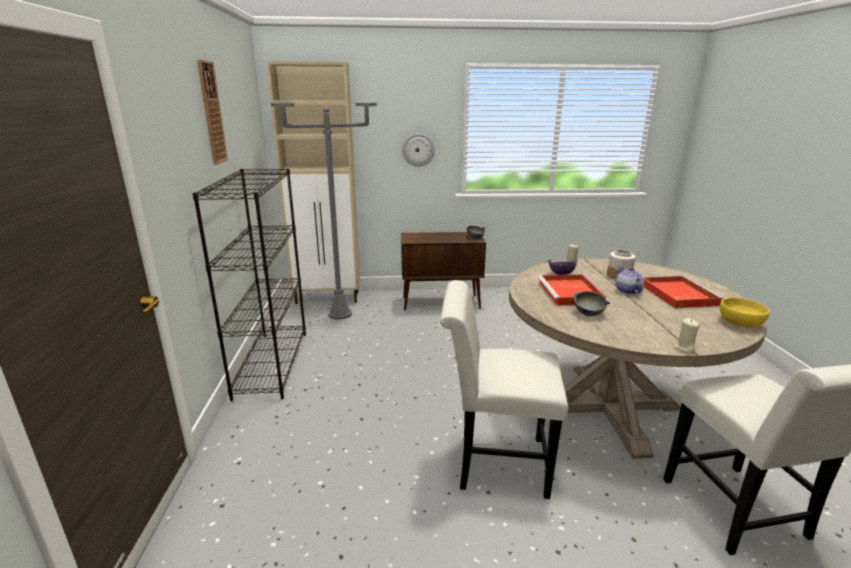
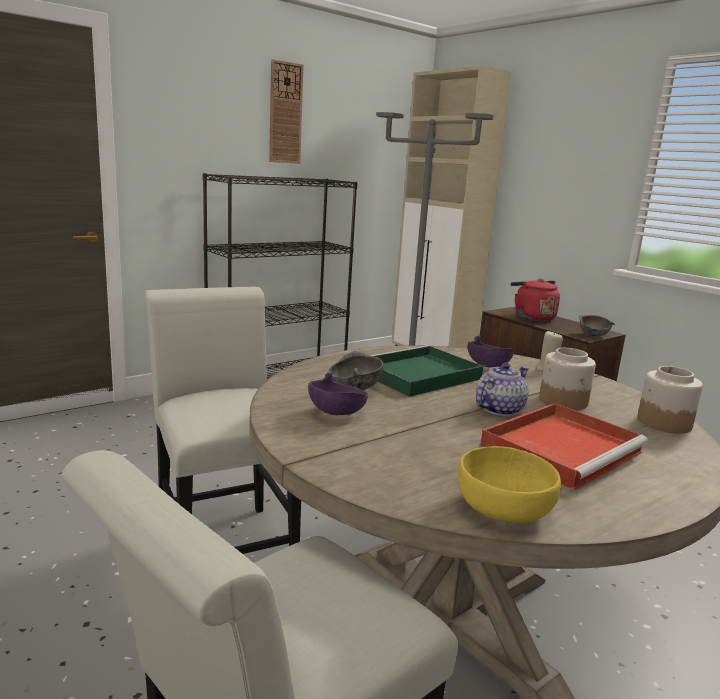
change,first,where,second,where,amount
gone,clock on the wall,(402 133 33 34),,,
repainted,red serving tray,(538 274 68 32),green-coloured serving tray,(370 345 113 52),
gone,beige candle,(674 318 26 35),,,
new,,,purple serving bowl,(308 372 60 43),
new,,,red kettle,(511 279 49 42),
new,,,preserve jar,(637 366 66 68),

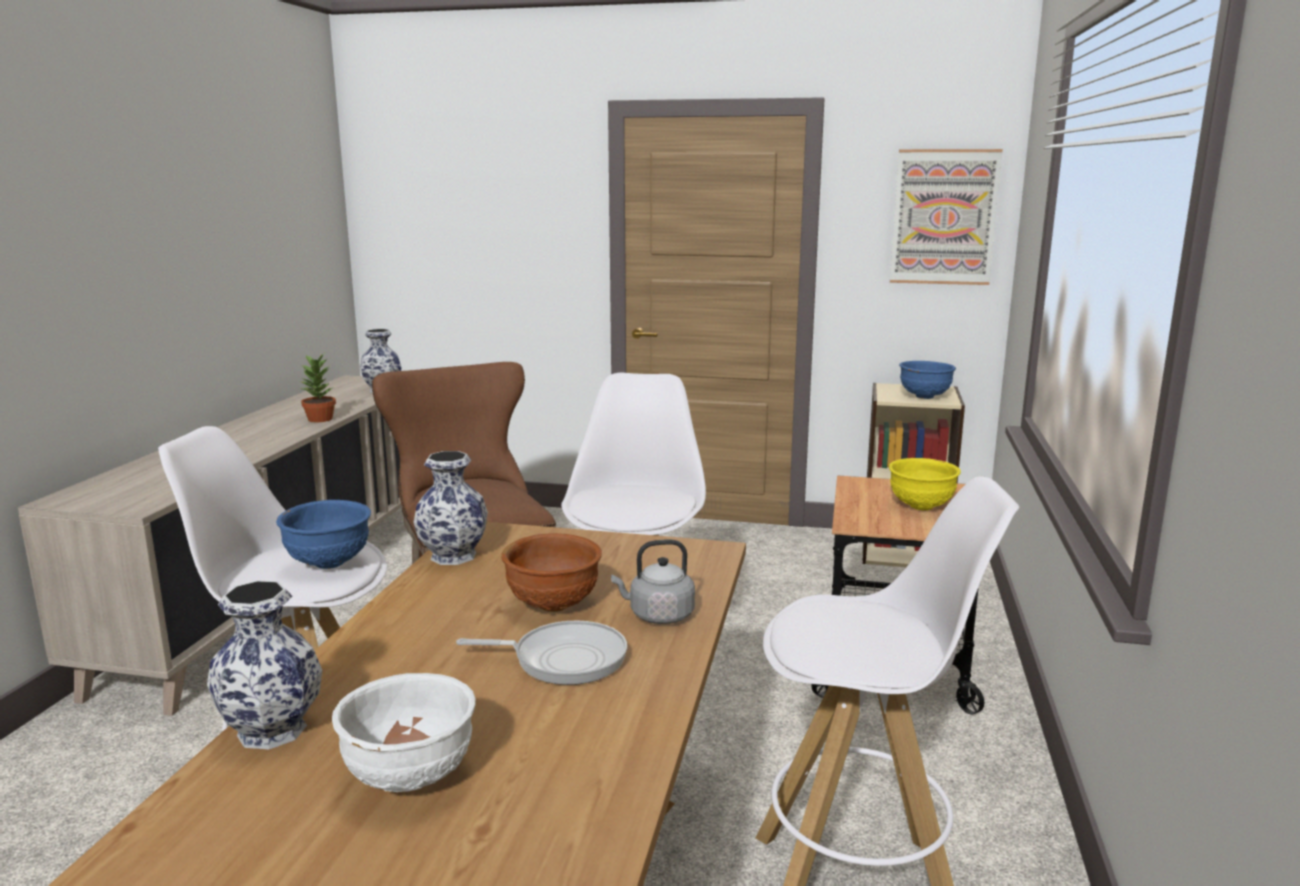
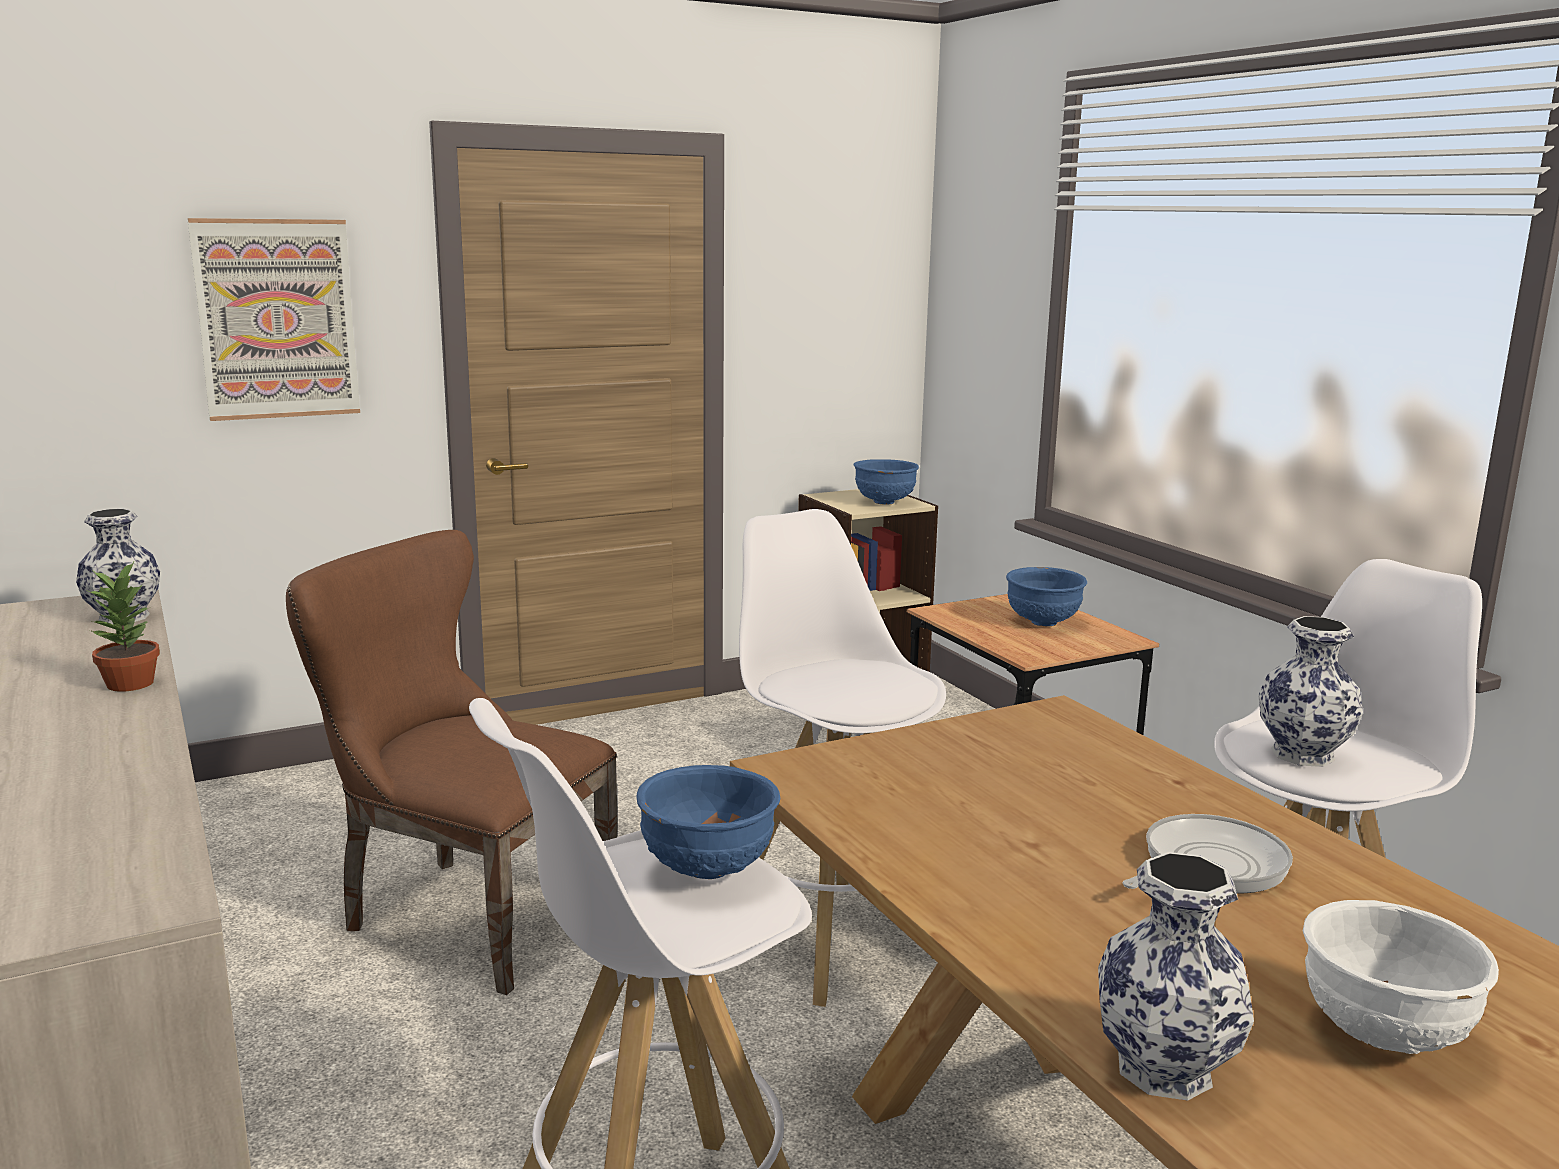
change,first,where,second,where,amount
shifted,decorative vase,(413 451 75 114),,(1258 616 105 151),
gone,brown-coloured serving bowl,(501 533 101 79),,,
gone,greyish kettle,(611 539 84 85),,,
repainted,yellow-coloured serving bowl,(889 458 72 53),bluish serving bowl,(1006 567 81 59),
shifted,wall art,(890 149 113 136),,(188 218 172 203),

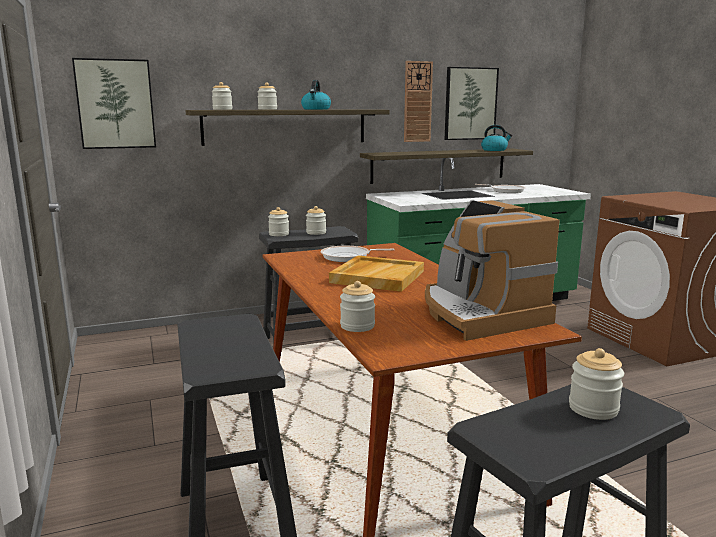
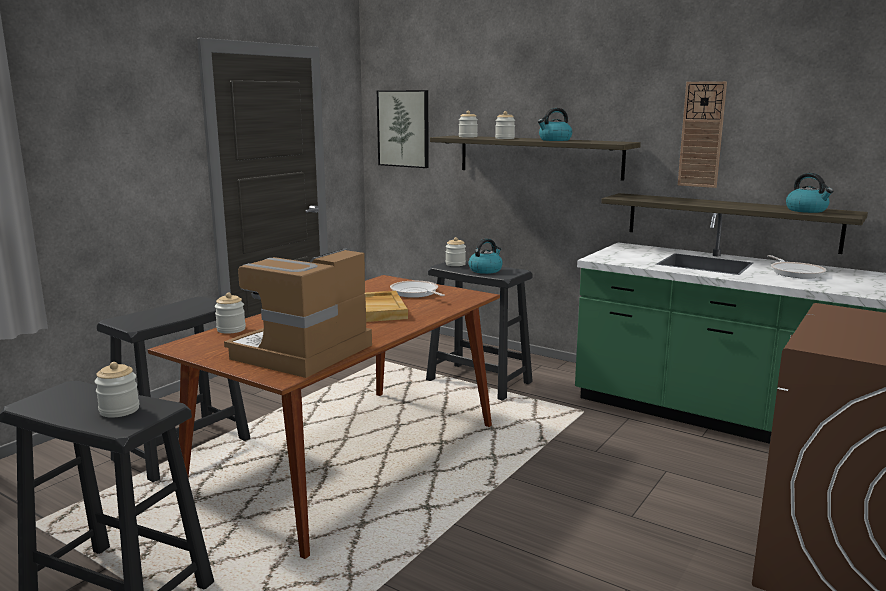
change,first,where,second,where,amount
swapped,preserve jar,(306 206 20 29),kettle,(469 238 34 36),
gone,wall art,(445 67 54 73),,,

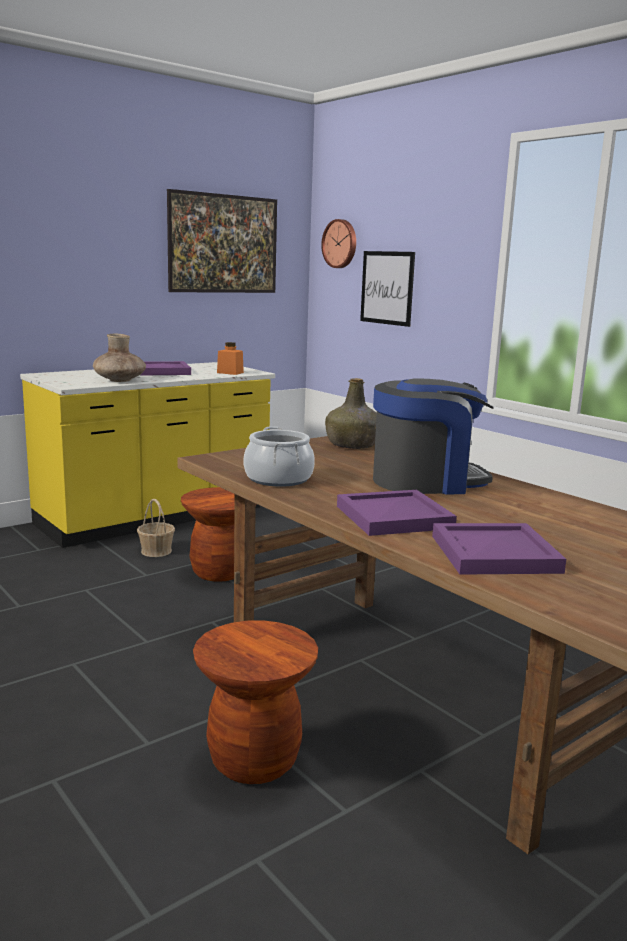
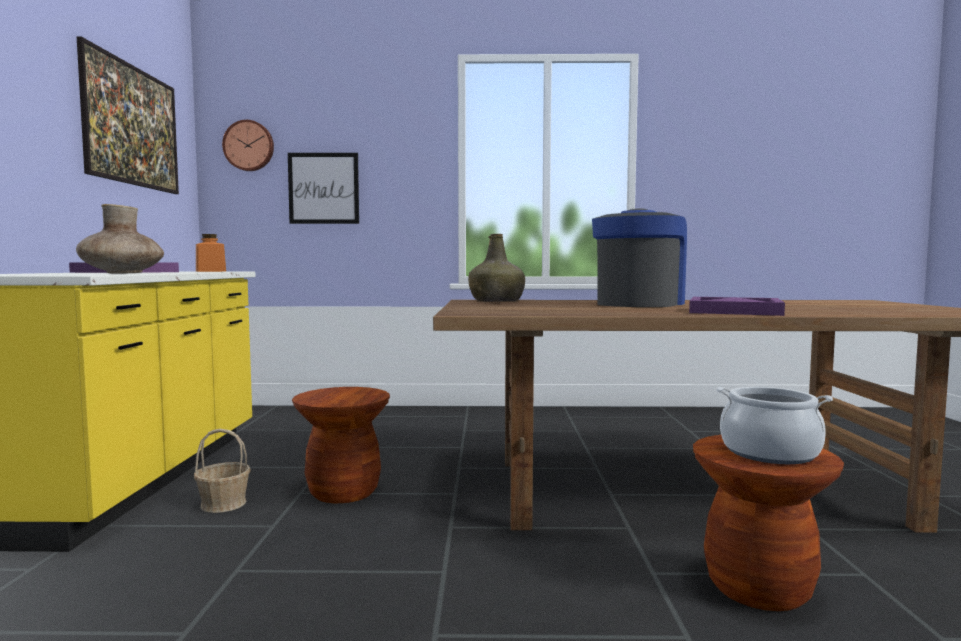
change,first,where,second,where,amount
shifted,saucepot,(243 426 72 61),,(717 387 116 77),
gone,purple serving tray,(432 523 134 52),,,

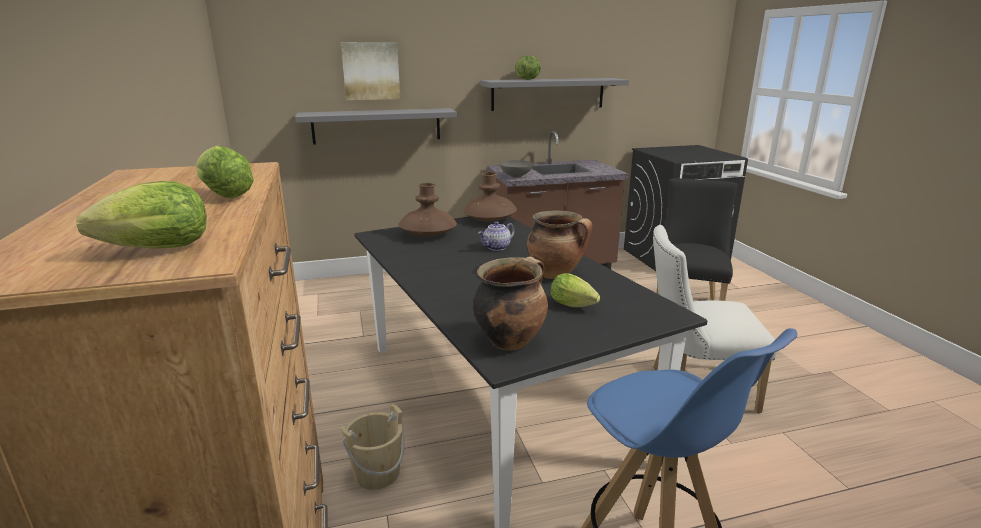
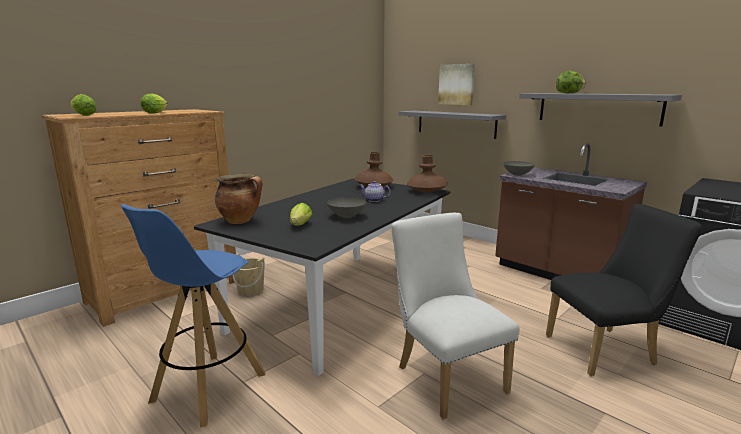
change,first,where,second,where,amount
swapped,saucepot,(527 211 66 68),greyish serving bowl,(327 197 40 21),

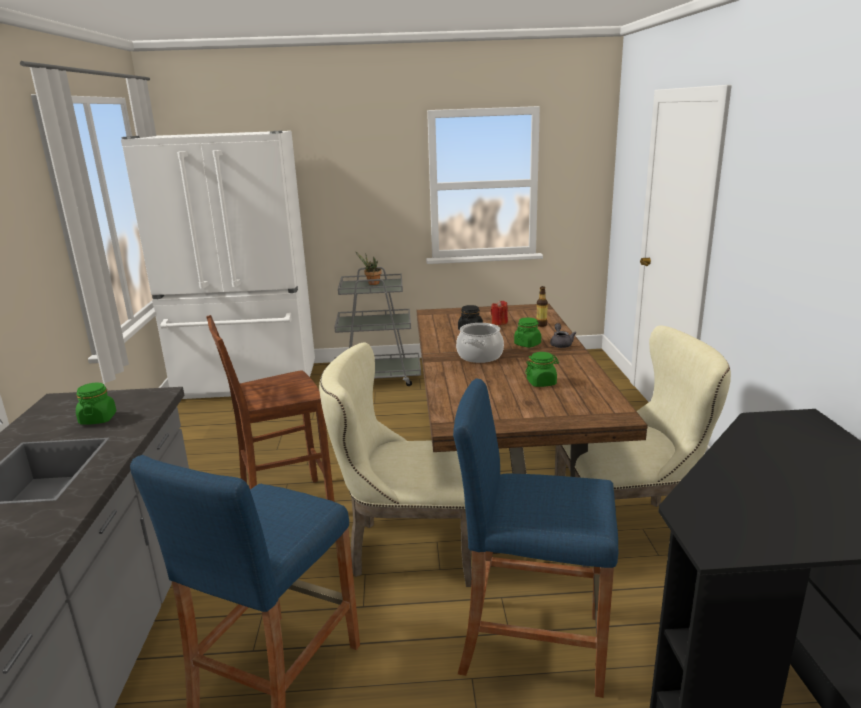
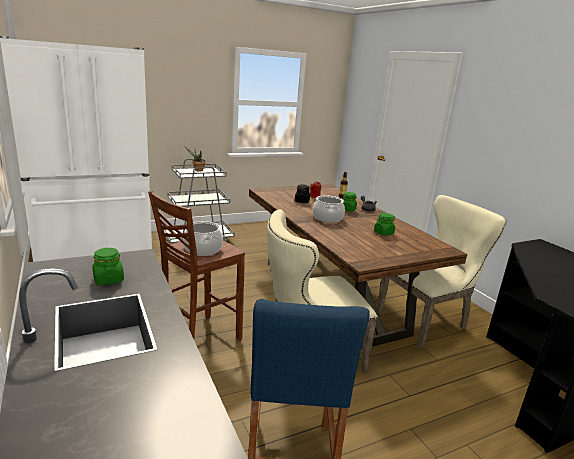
change,first,where,second,where,amount
gone,bluish stool seat,(453 378 166 320),,,
new,,,saucepot,(183 221 40 35),

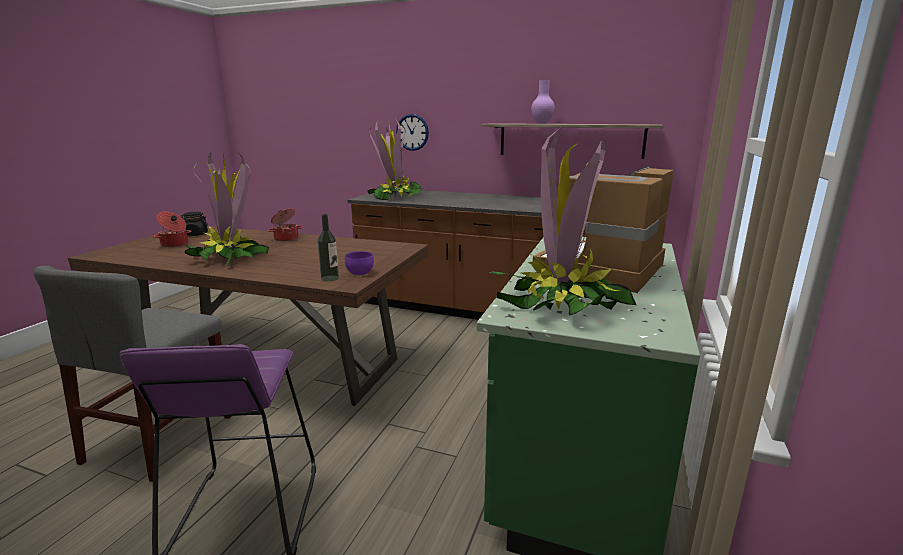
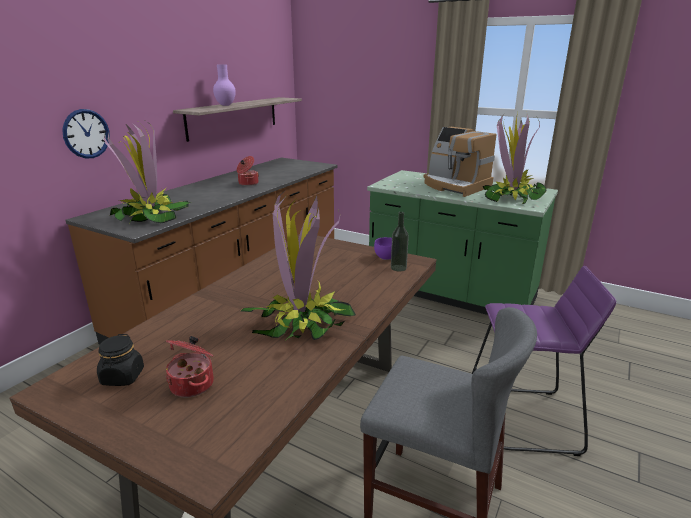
change,first,where,second,where,amount
shifted,saucepot,(268 208 34 34),,(237 156 22 30),

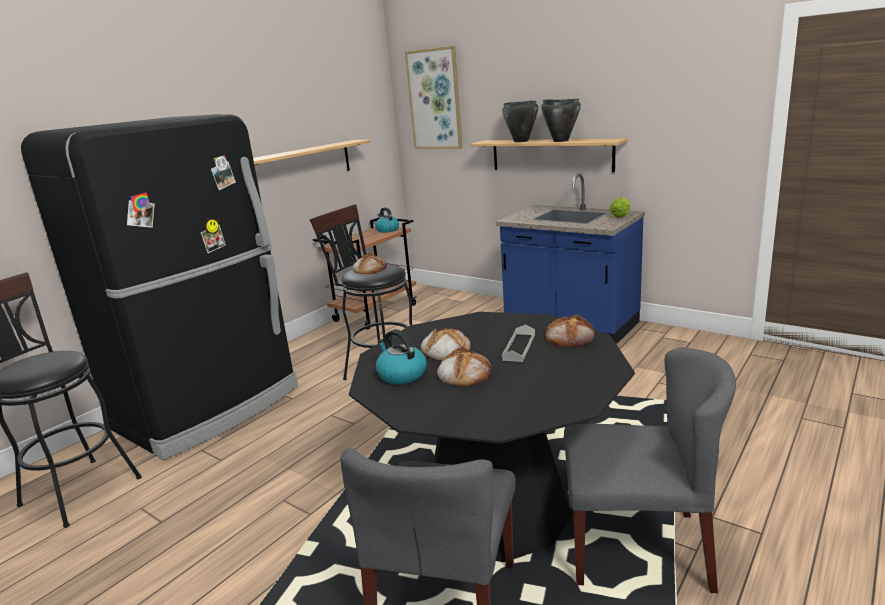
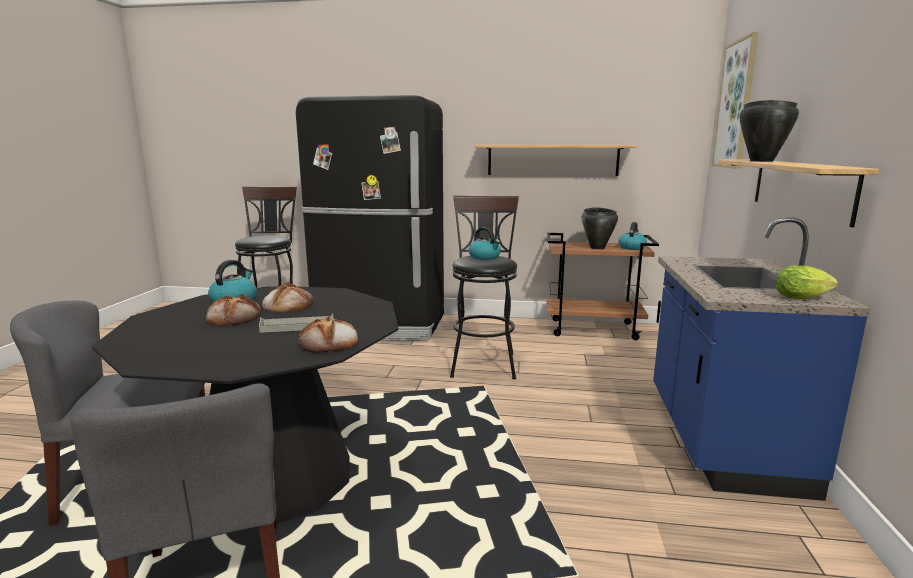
change,first,where,second,where,amount
swapped,bread,(353 253 34 21),kettle,(469 227 32 33),
shifted,black saucepot,(541 99 40 43),,(582 207 36 42),

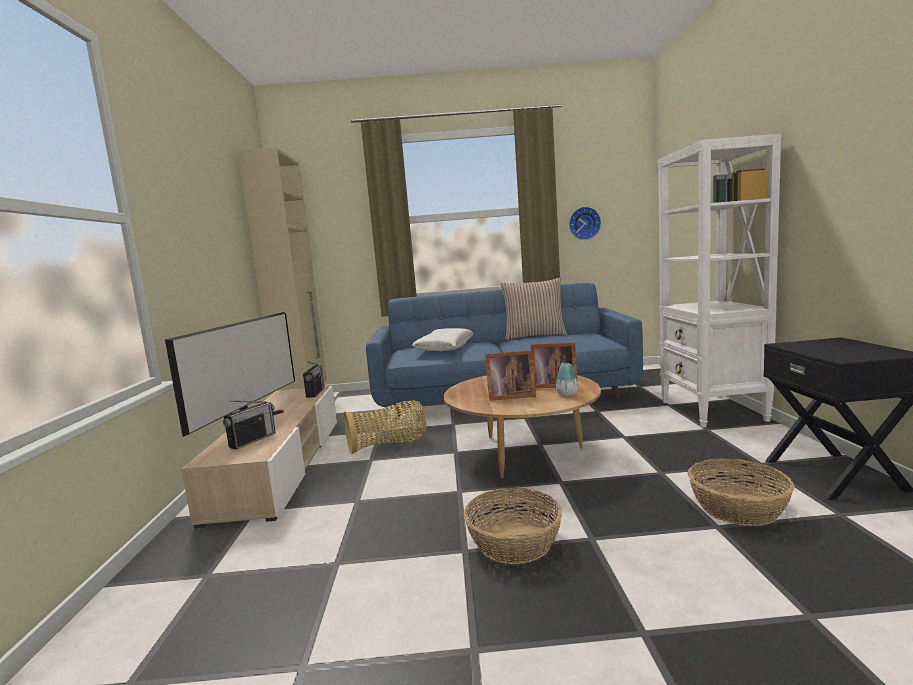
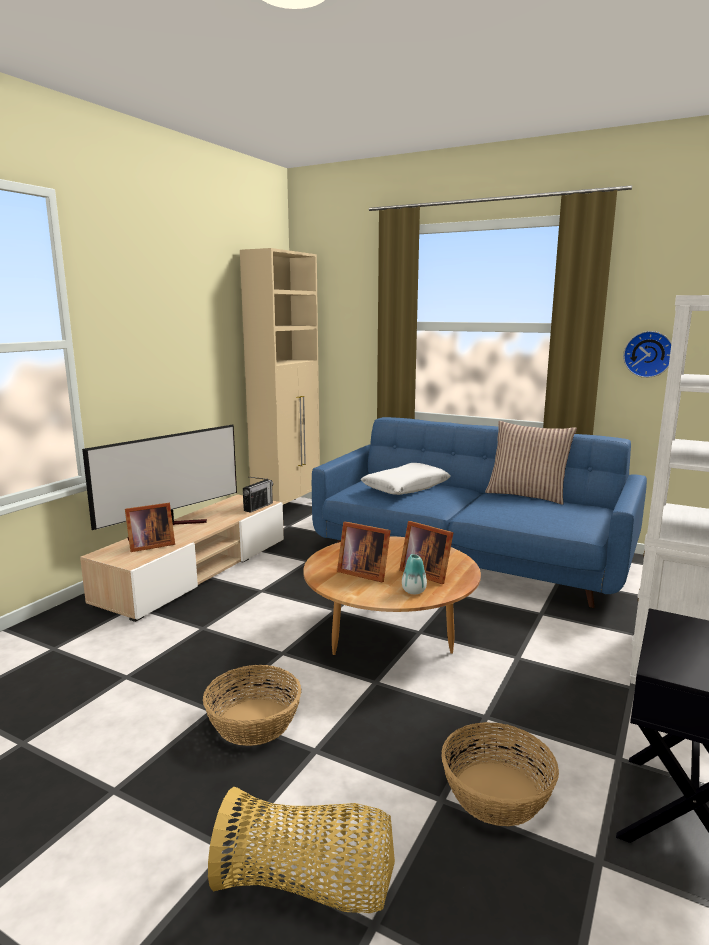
change,first,where,second,where,amount
swapped,radio,(223 401 53 49),standing frame,(125 503 50 49),
shifted,household basket,(344 400 83 55),,(208 787 187 126),

